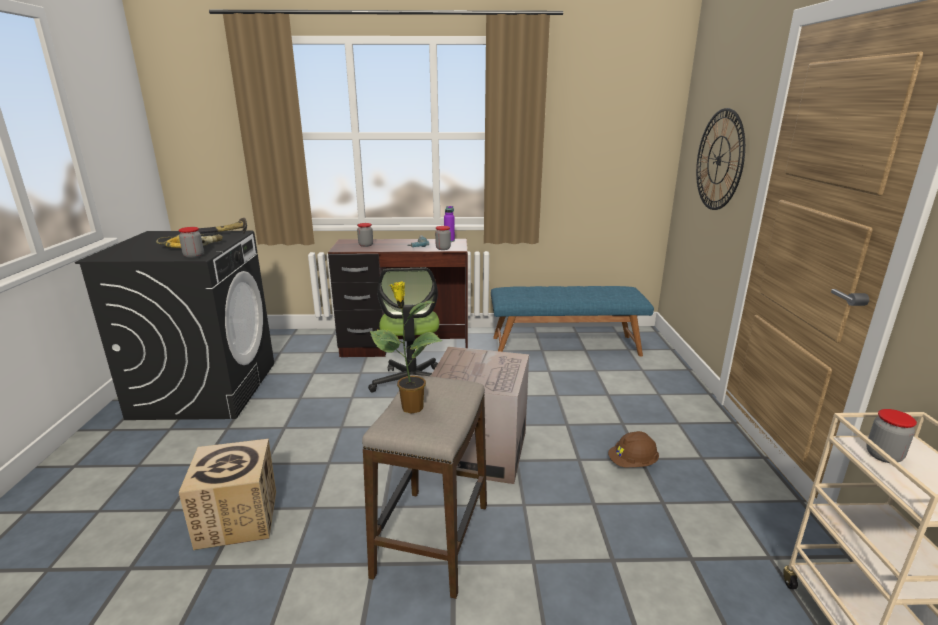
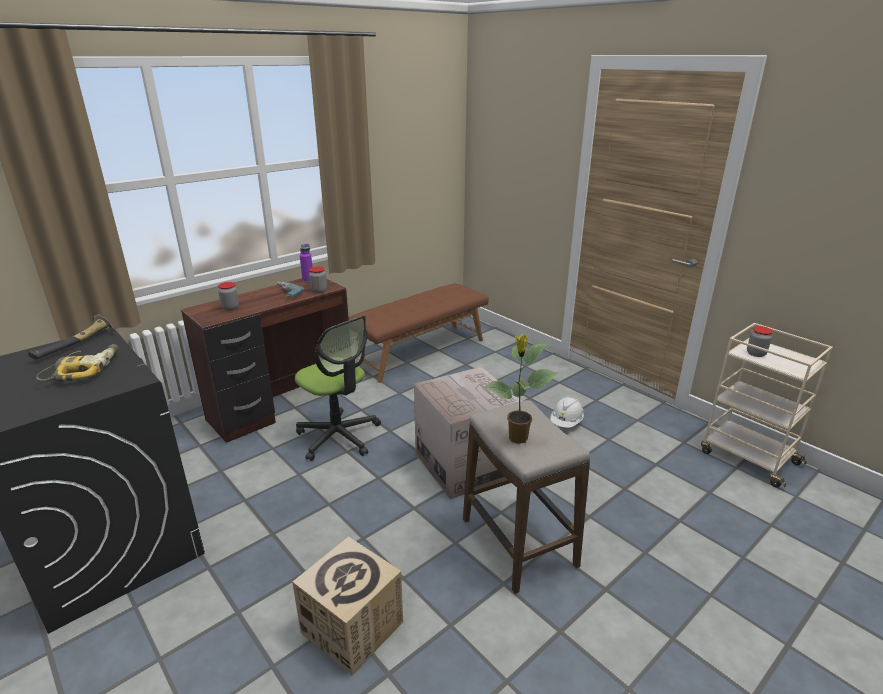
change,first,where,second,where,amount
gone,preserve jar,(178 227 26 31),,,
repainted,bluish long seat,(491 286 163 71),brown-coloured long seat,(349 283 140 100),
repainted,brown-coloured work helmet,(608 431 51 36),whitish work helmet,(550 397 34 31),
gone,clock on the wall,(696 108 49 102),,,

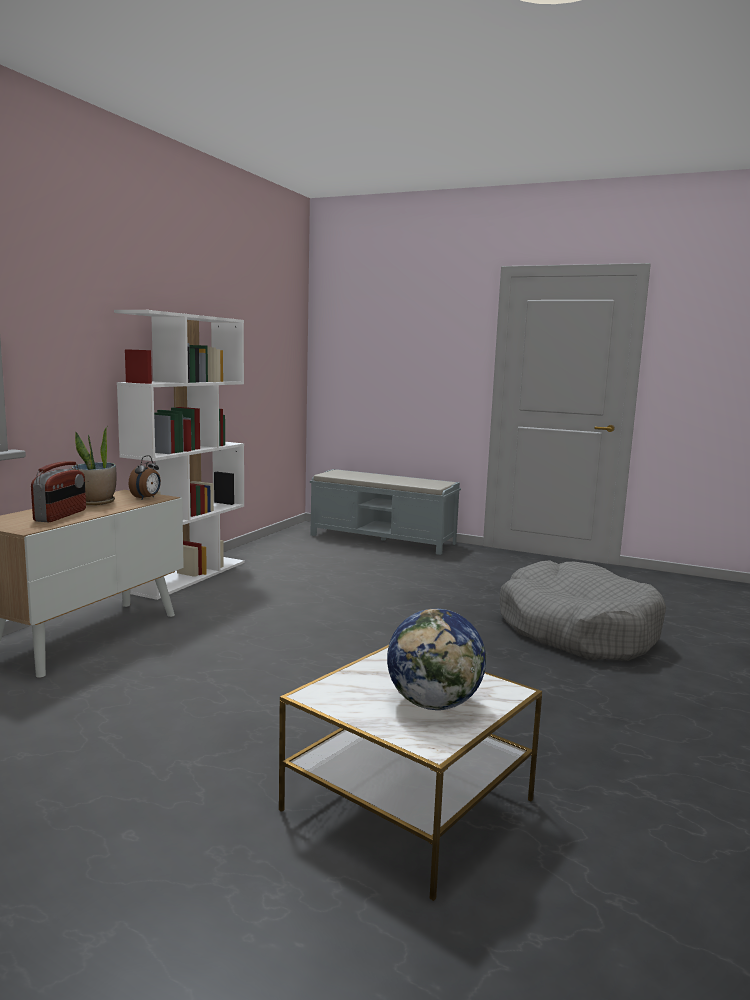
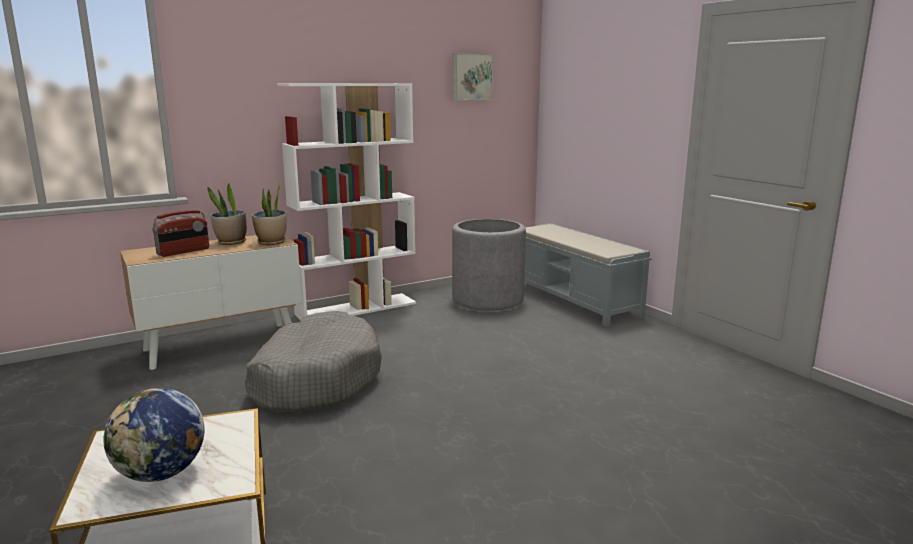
change,first,where,second,where,amount
swapped,bedside clock,(129 455 32 45),houseplant,(252 181 35 64),
shifted,greyish pet bed,(499 560 167 101),,(245 311 137 102),
new,,,wall art,(452 53 41 47),
new,,,greyish planter,(452 219 74 92),

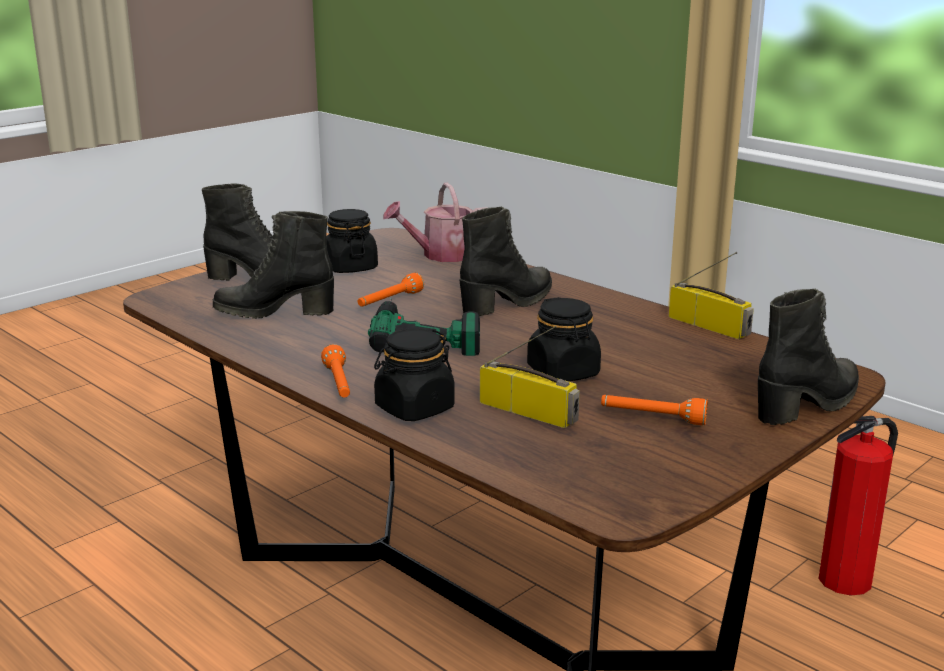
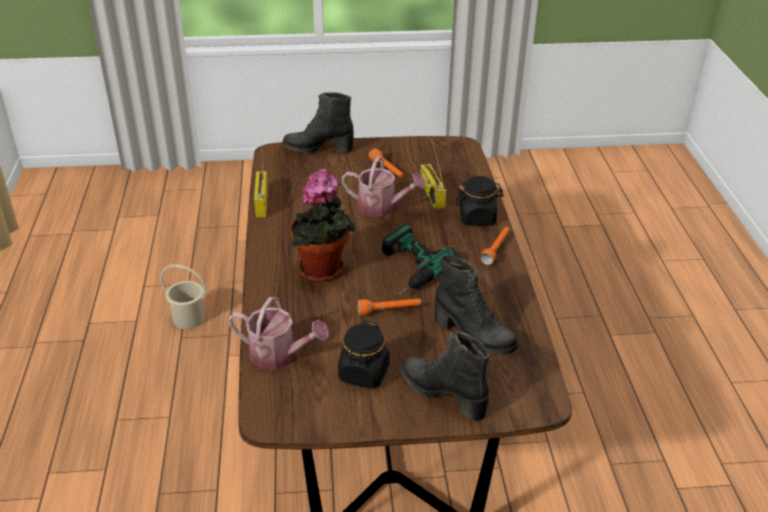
change,first,where,second,where,amount
swapped,black tall boot,(460 207 92 109),houseplant,(290 169 65 113),
swapped,black preserve jar,(527 297 74 84),watering can,(342 156 84 60),
swapped,fire-fighting cylinder,(818 416 80 180),beige bucket,(160 264 47 65),

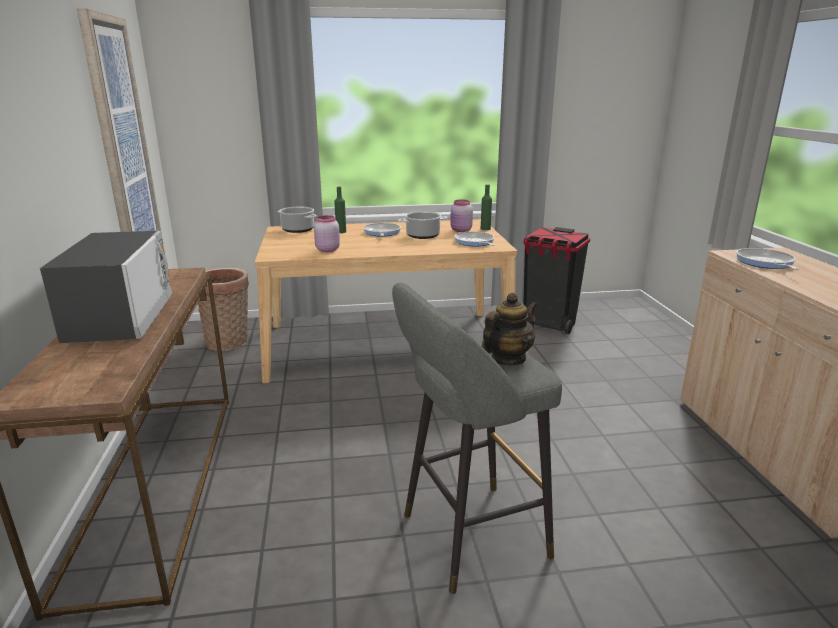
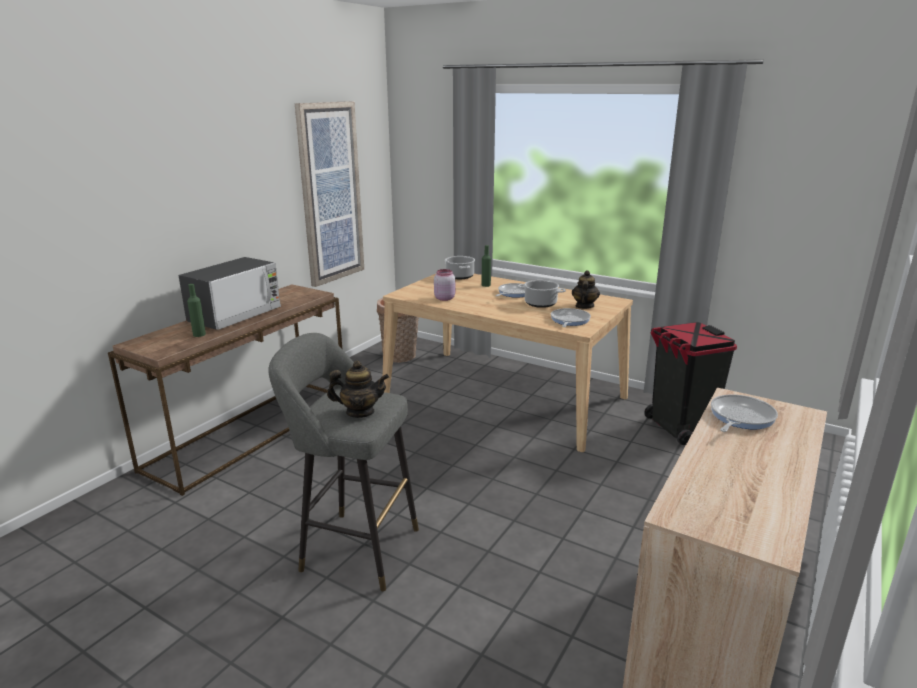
change,first,where,second,where,amount
swapped,pinkish preserve jar,(450 199 23 33),tea pot,(572 270 28 39),
shifted,green-coloured beverage bottle,(481 184 11 46),,(187 284 19 53),

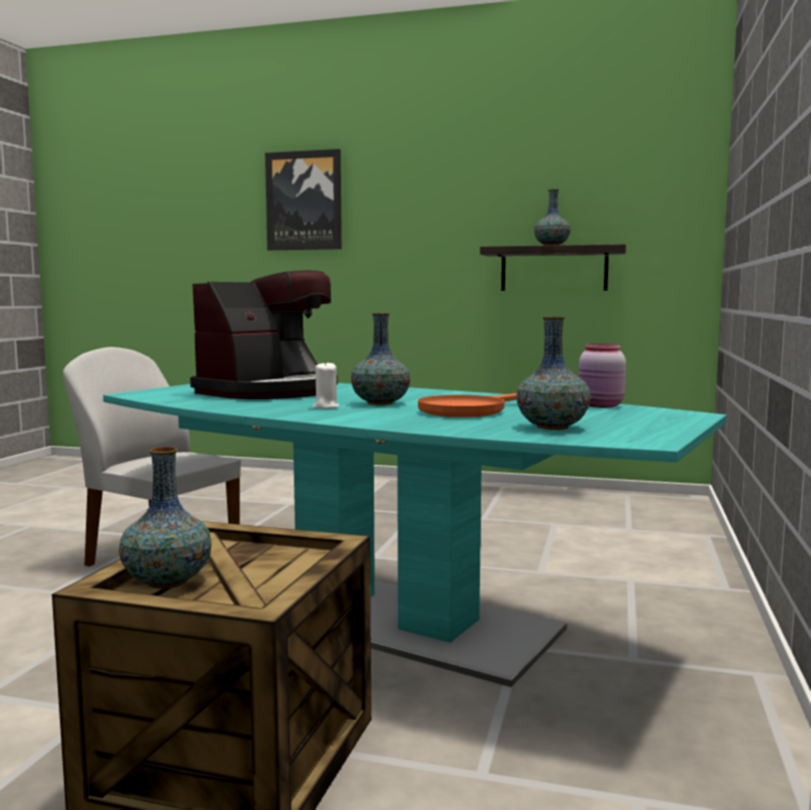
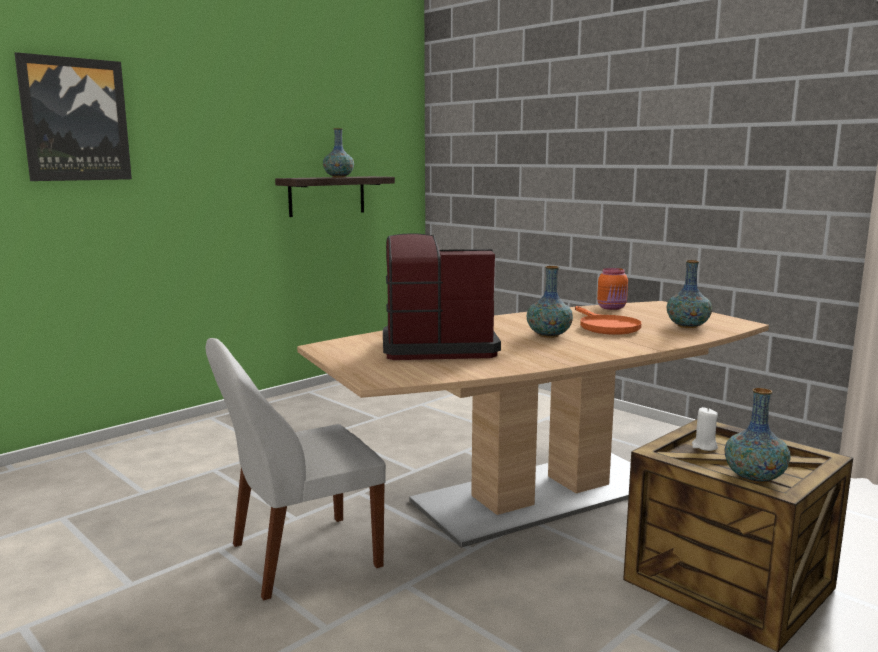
change,first,where,second,where,amount
repainted,turquoise kitchen table,(103 383 624 304),brown-coloured kitchen table,(297 301 472 247),
rotated,coffee brewer,(190 270 148 129),,(383 233 118 127),75 degrees counterclockwise
shifted,whitish candle,(313 361 26 48),,(692 407 26 44),
repainted,pinkish preserve jar,(579 344 47 64),orangey preserve jar,(597 268 31 42),

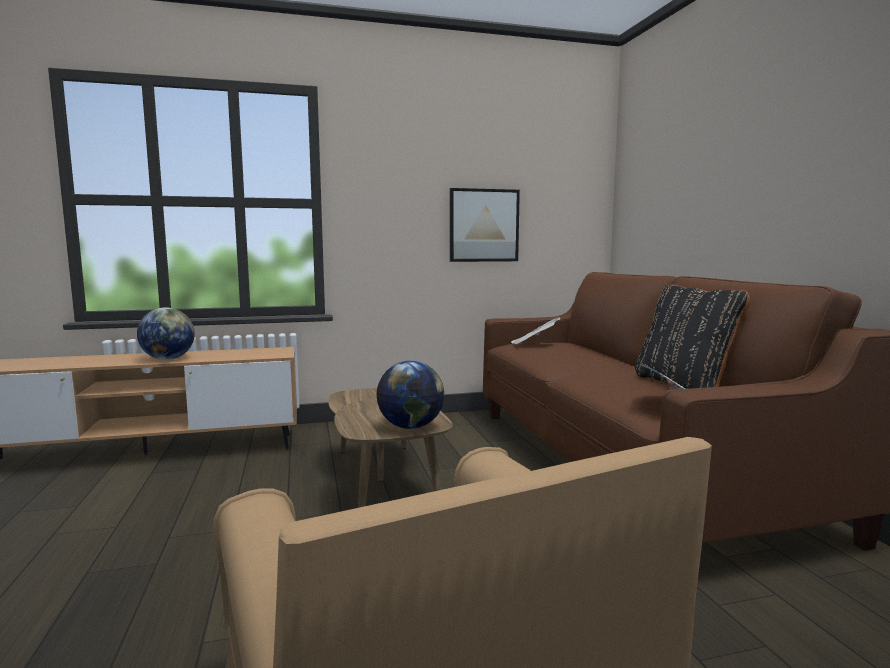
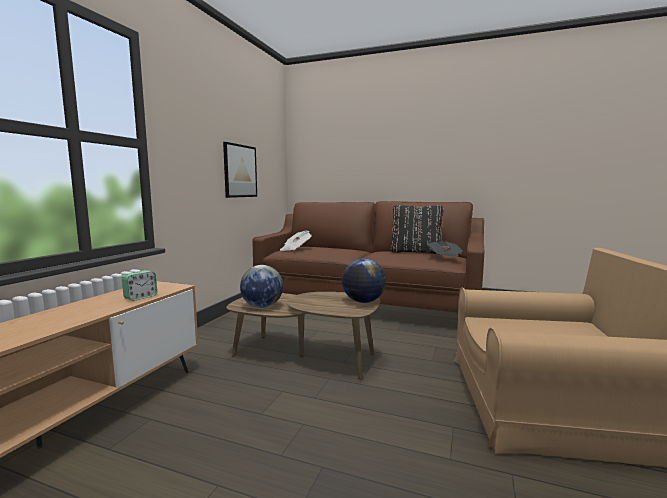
change,first,where,second,where,amount
shifted,world globe,(137 308 58 52),,(240 265 43 43),
new,,,bedside clock,(122 270 35 31),

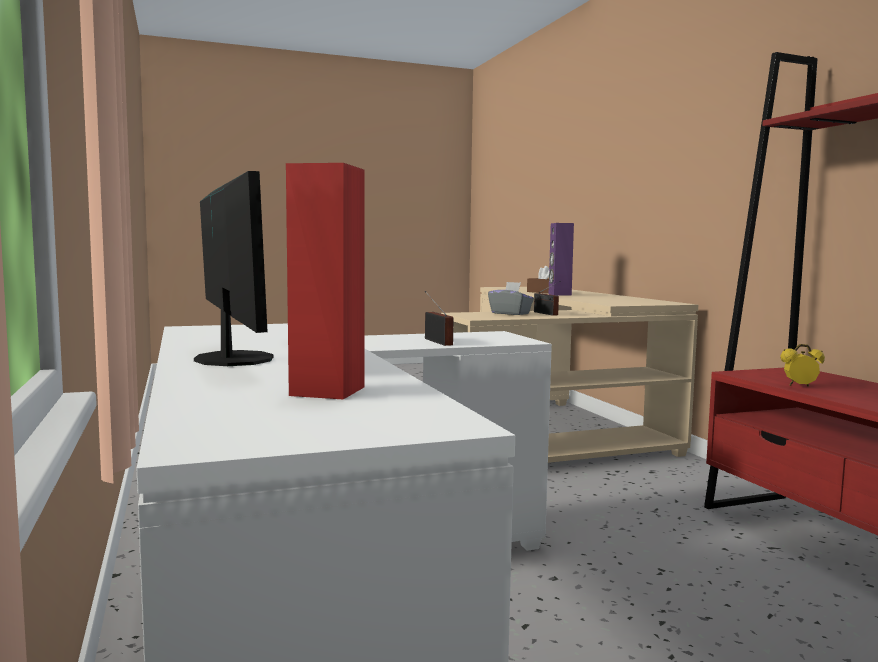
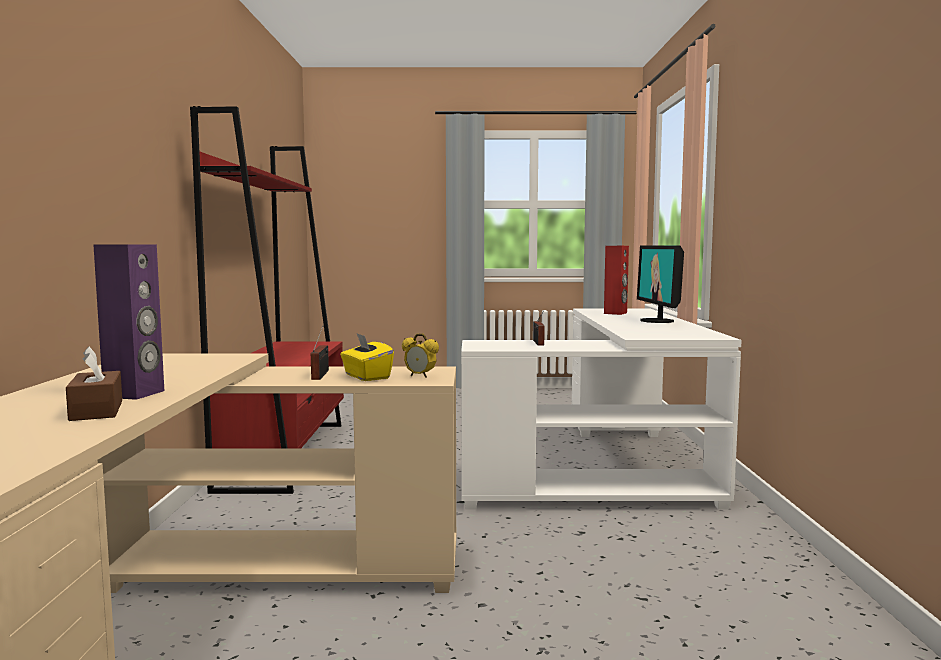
change,first,where,second,where,amount
repainted,greyish tissue holder,(488 282 46 33),yellow-coloured tissue holder,(340 334 54 47),
shifted,bedside clock,(781 344 44 43),,(402 334 37 44),

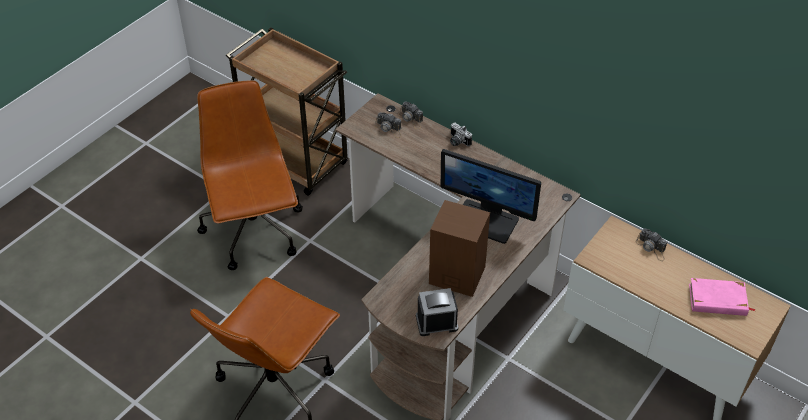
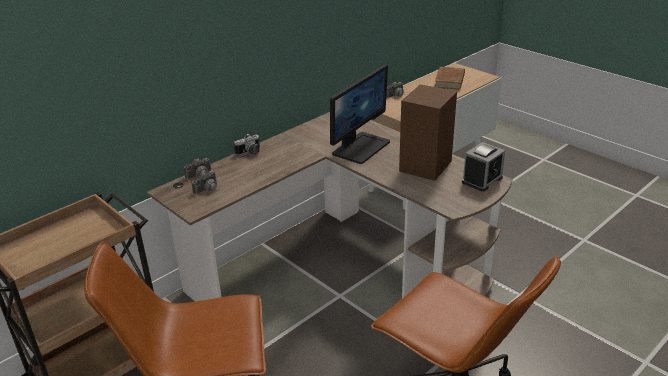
change,first,where,second,where,amount
rotated,bedside clock,(416 288 42 48),,(462 142 43 50),135 degrees counterclockwise
repainted,pinkish book,(689 278 67 38),brown-coloured book,(435 67 30 23),

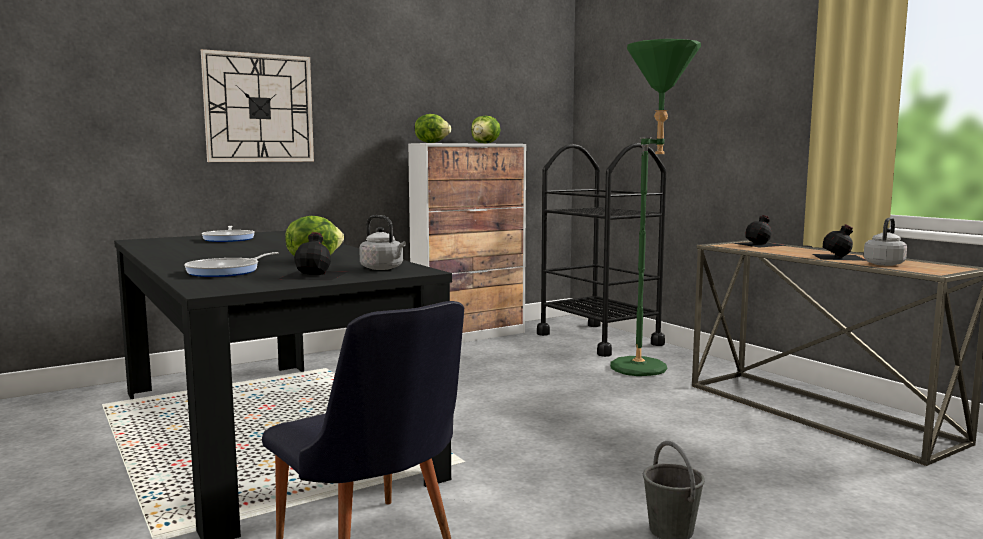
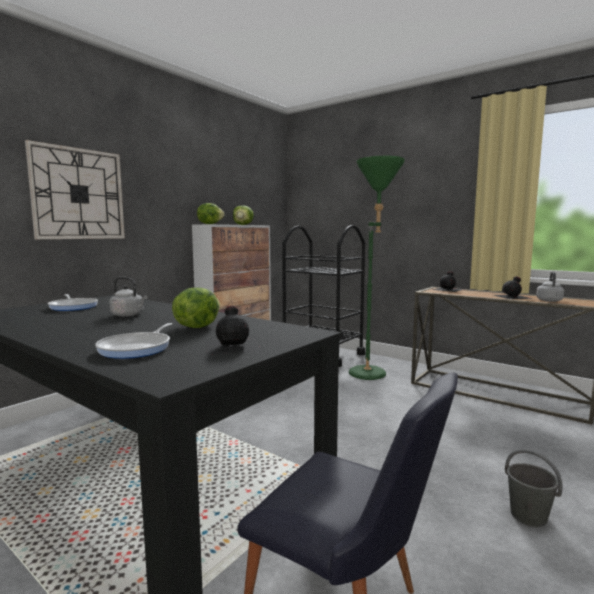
change,first,where,second,where,amount
shifted,greyish kettle,(359 215 47 55),,(109 277 38 40),

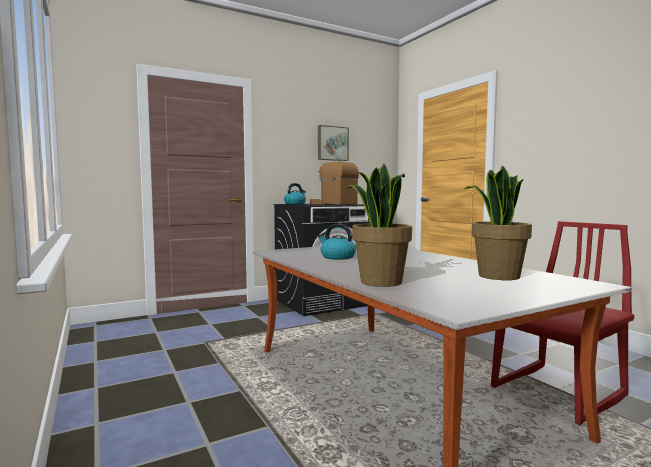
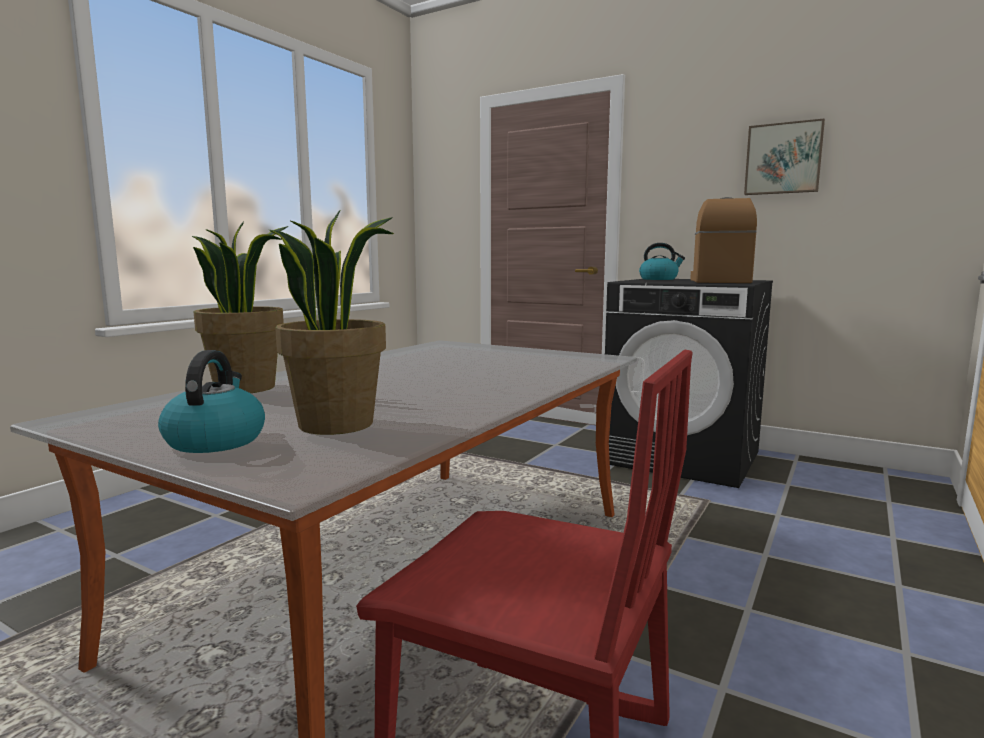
change,first,where,second,where,amount
shifted,kettle,(318 223 38 36),,(158 350 107 103),

